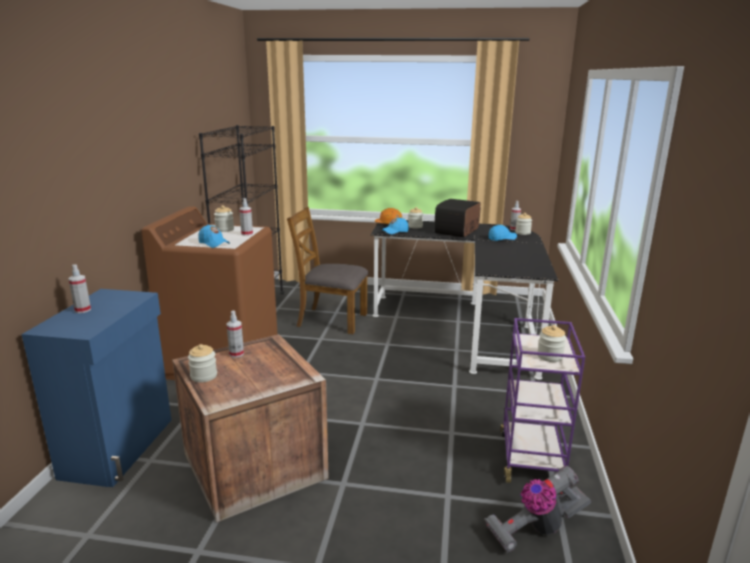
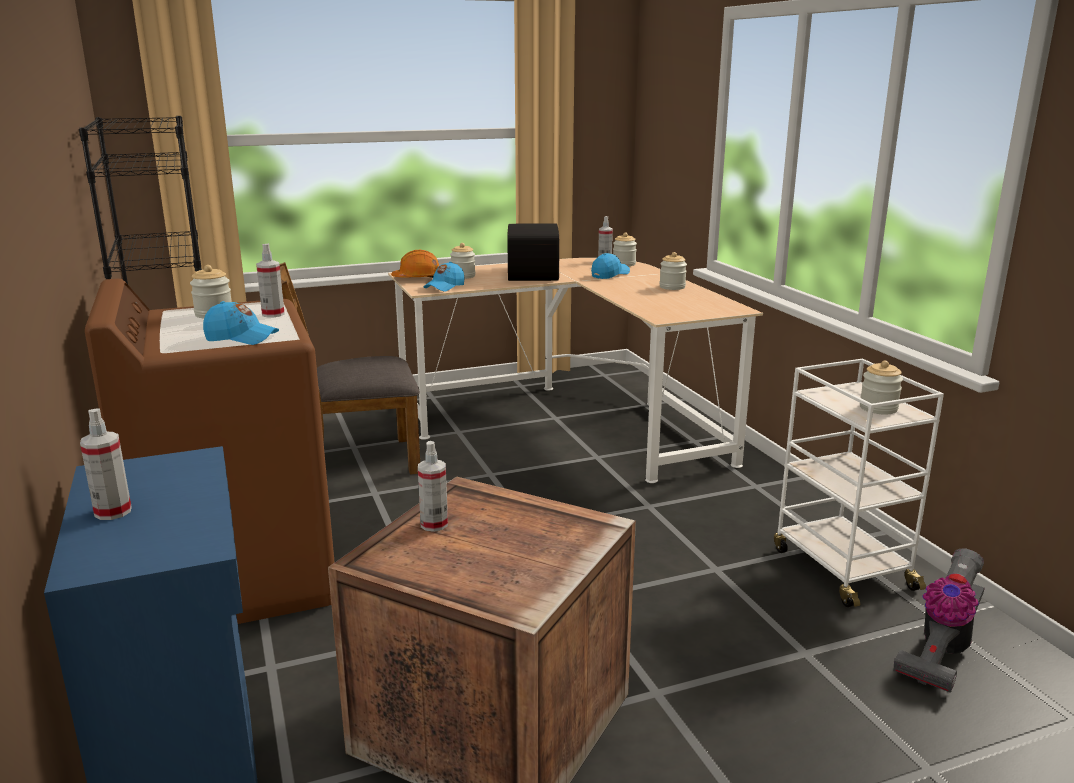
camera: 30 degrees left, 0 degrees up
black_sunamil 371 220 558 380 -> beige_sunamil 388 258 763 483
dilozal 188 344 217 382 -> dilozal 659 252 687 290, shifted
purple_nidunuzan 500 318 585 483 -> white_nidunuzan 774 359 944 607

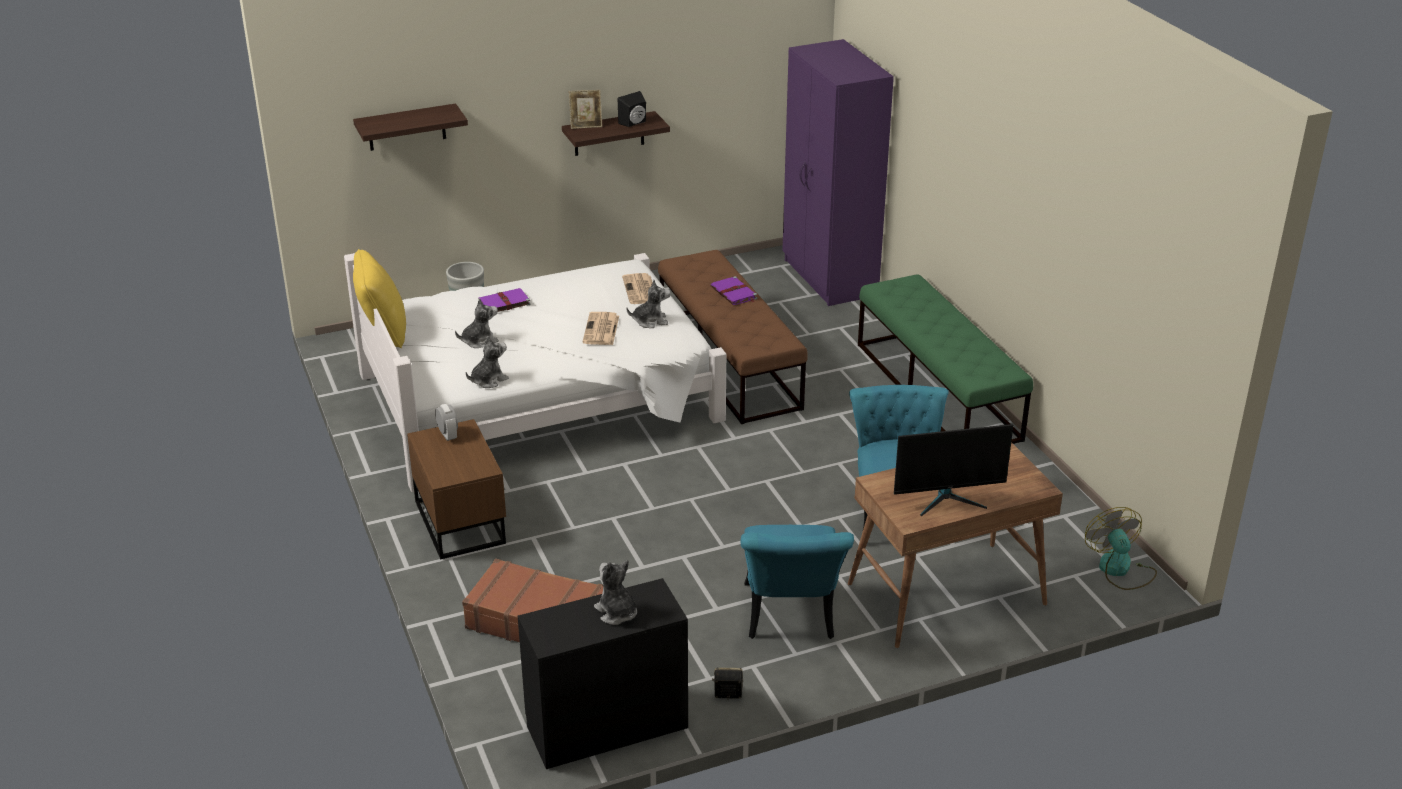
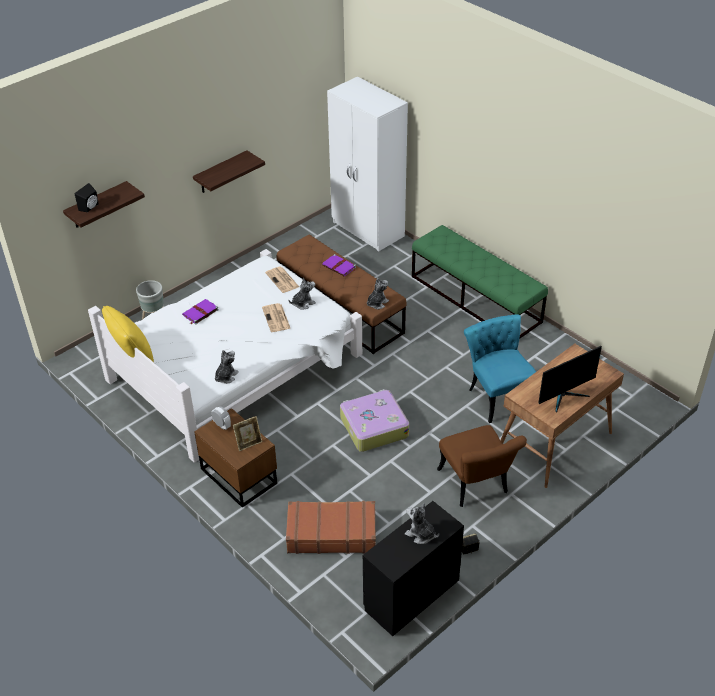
camera: 20 degrees left, 10 degrees up
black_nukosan 618 91 646 127 -> black_nukosan 75 183 98 212, shifted
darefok 569 90 602 129 -> darefok 233 416 262 451, shifted
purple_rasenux 782 39 894 306 -> white_rasenux 327 77 408 251
none -> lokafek 340 389 409 452
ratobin 455 298 499 348 -> ratobin 367 278 389 309, shifted
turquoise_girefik 740 525 854 639 -> brown_girefik 437 425 527 507
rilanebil 1085 507 1157 590 -> none

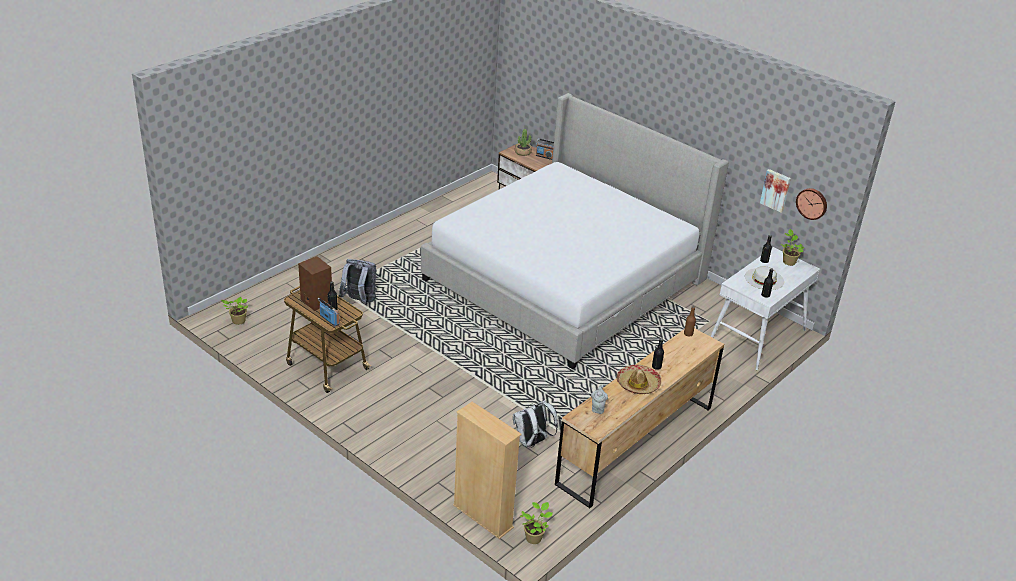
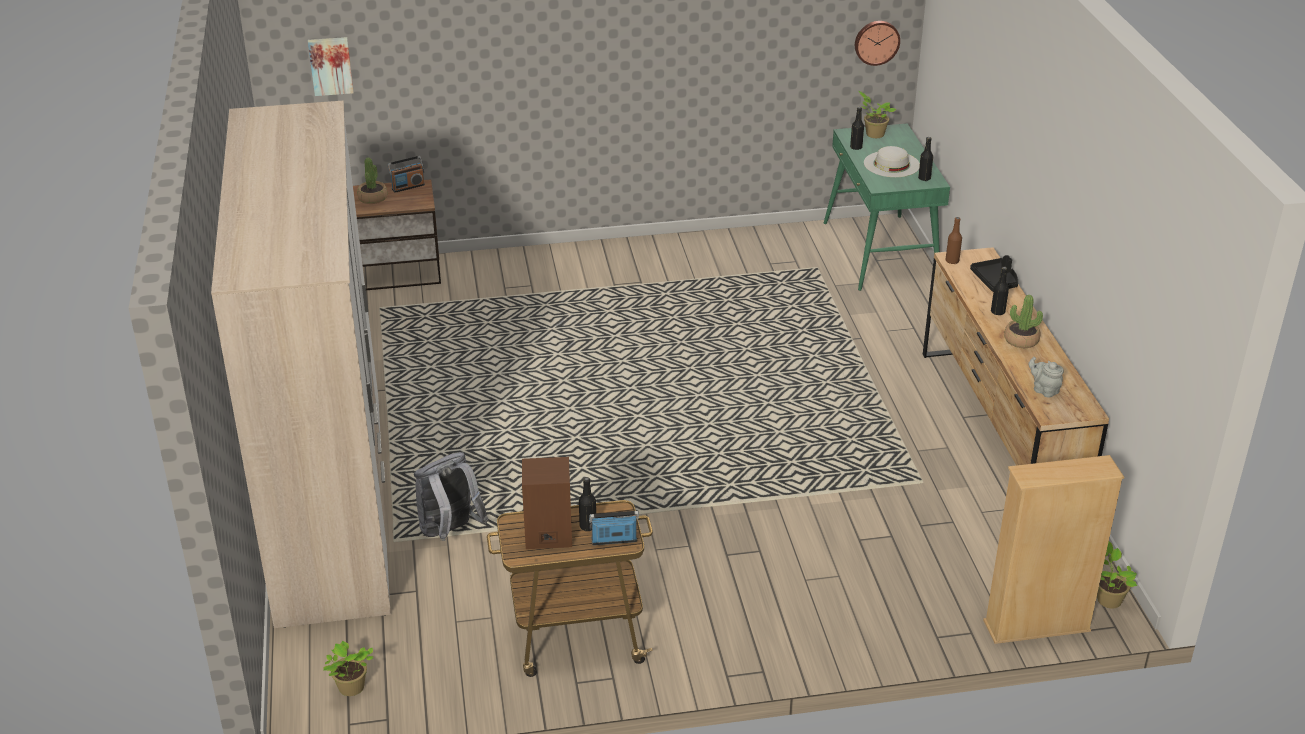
camera: 50 degrees left, 0 degrees up
none -> rasenux 211 101 391 628
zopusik 760 169 791 213 -> zopusik 308 37 354 96, shifted
white_sunamil 710 247 820 370 -> green_sunamil 824 124 950 291
none -> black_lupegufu 970 255 1018 292
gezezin 616 365 661 394 -> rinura 1004 295 1043 348
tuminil 421 93 729 369 -> none
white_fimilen 513 400 558 448 -> none

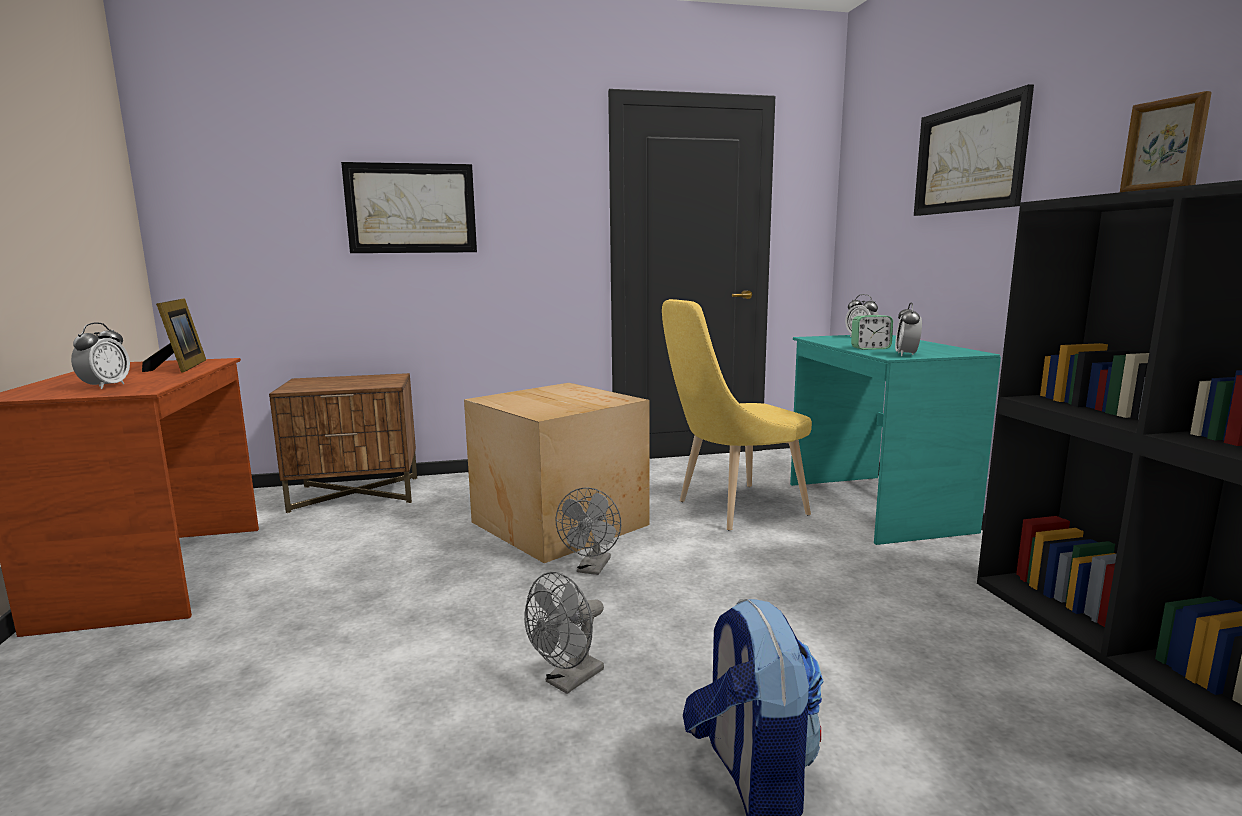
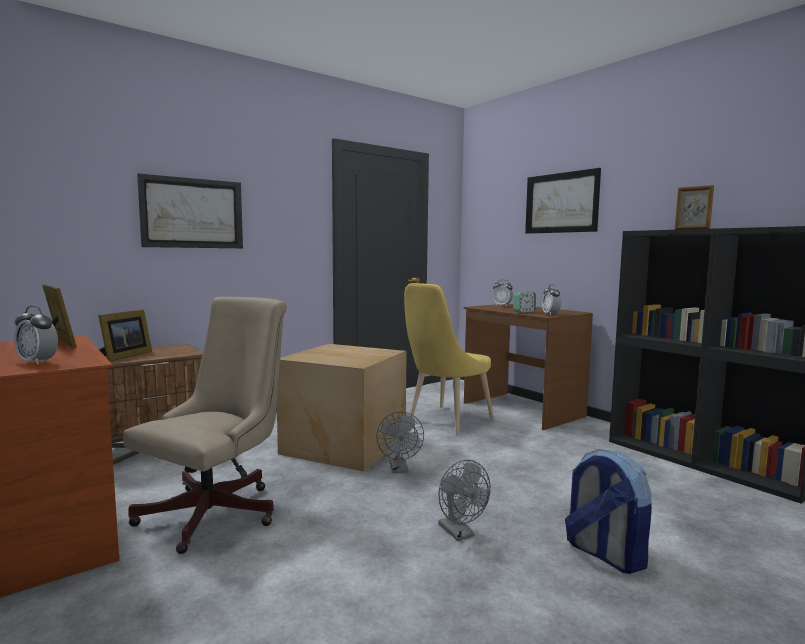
camera: 25 degrees left, 5 degrees down
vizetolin 71 323 130 389 -> vizetolin 14 305 58 365, 135 degrees clockwise
none -> darefok 98 309 152 361
none -> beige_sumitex 123 297 287 554
grey_rilanebil 524 572 604 694 -> grey_rilanebil 438 460 490 541, 45 degrees counterclockwise
turquoise_sunamil 790 335 1001 545 -> brown_sunamil 463 304 593 430

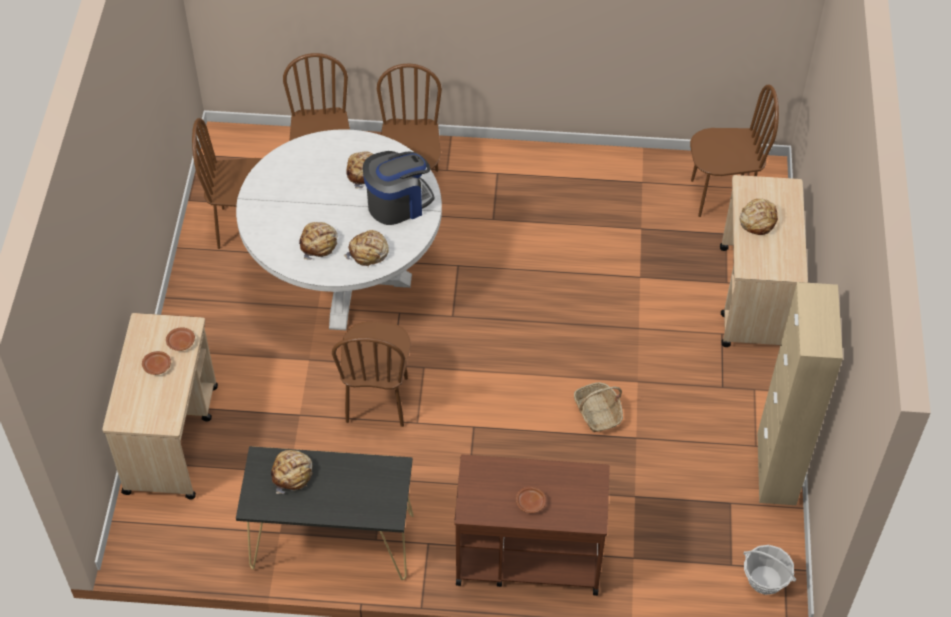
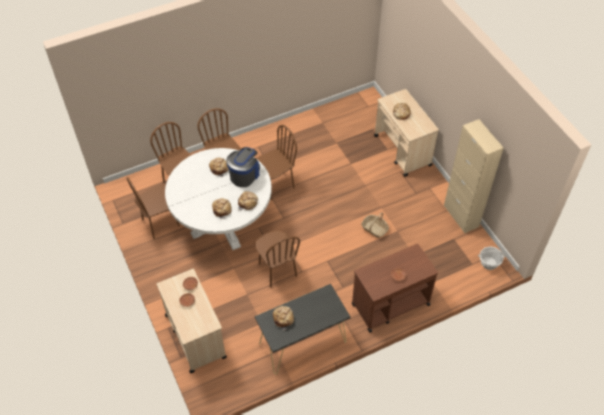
camera: 30 degrees left, 0 degrees up
brown_girefik 690 85 779 217 -> brown_girefik 256 125 297 200, shifted

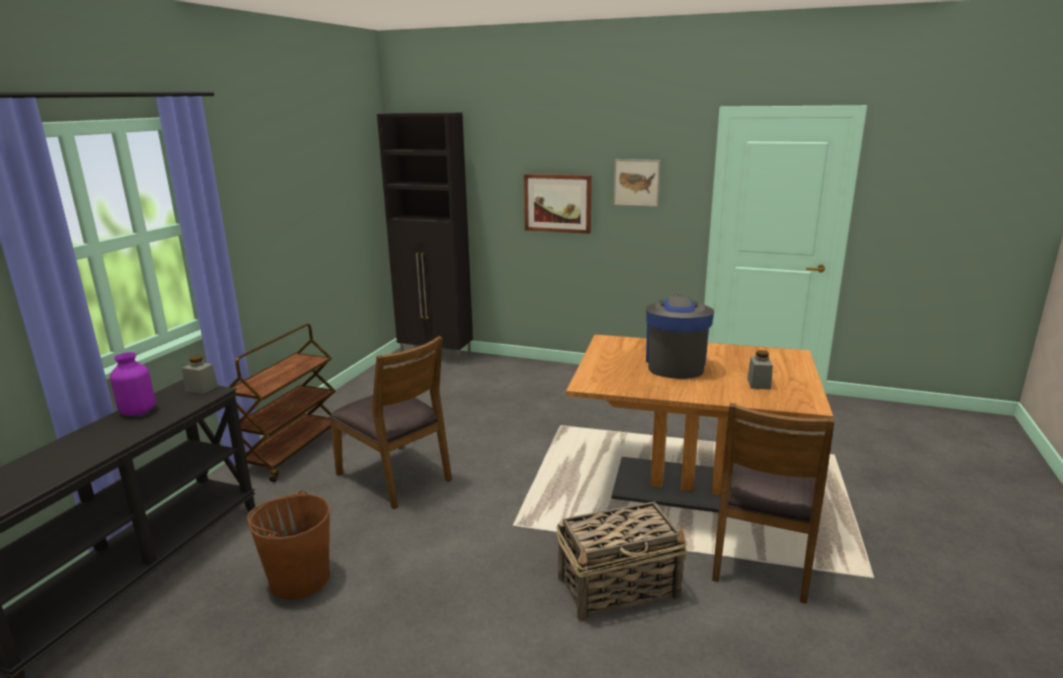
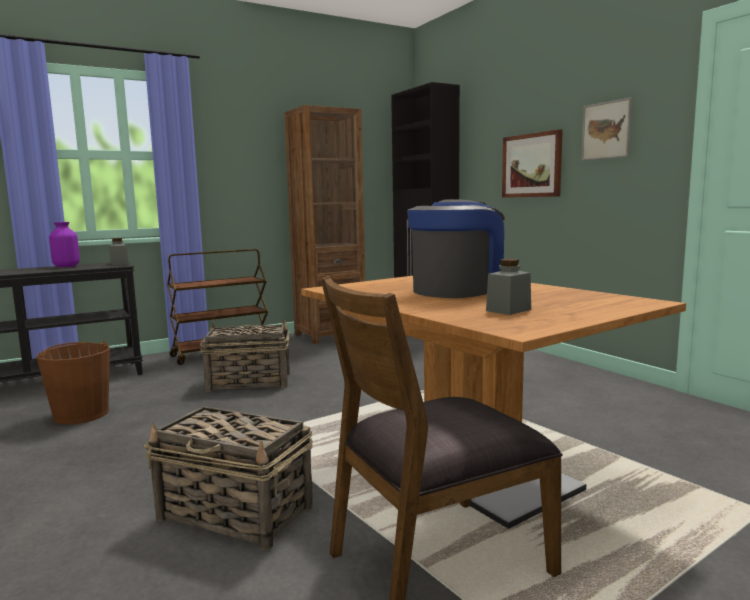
camera: 40 degrees right, 10 degrees down
brown_girefik 329 336 452 509 -> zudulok 200 320 290 392
none -> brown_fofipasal 284 105 365 344

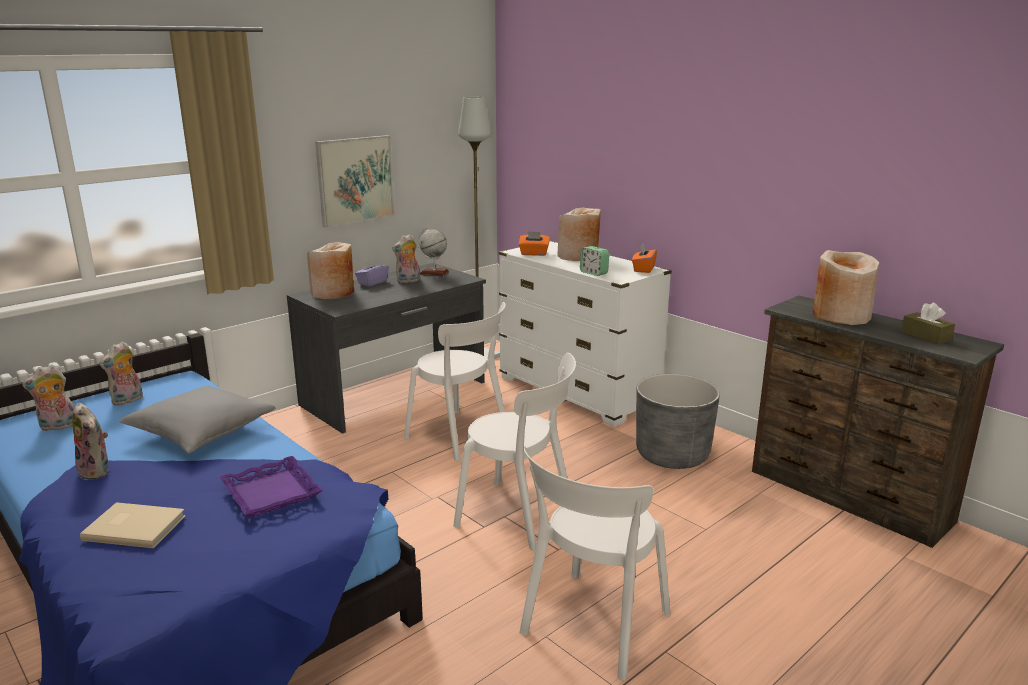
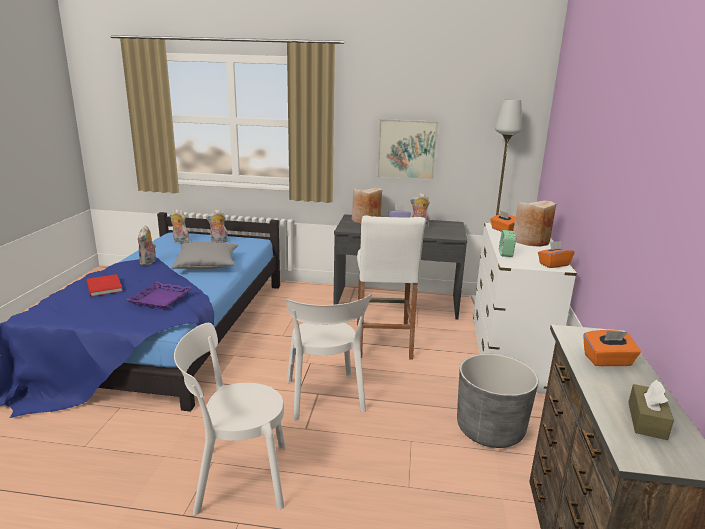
camera: 50 degrees right, 0 degrees up
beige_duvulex 80 502 185 548 -> red_duvulex 86 274 123 297
white_girefik 404 302 506 461 -> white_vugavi 357 215 426 359
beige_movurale 813 250 879 325 -> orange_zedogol 583 330 641 366
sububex 417 228 449 276 -> none

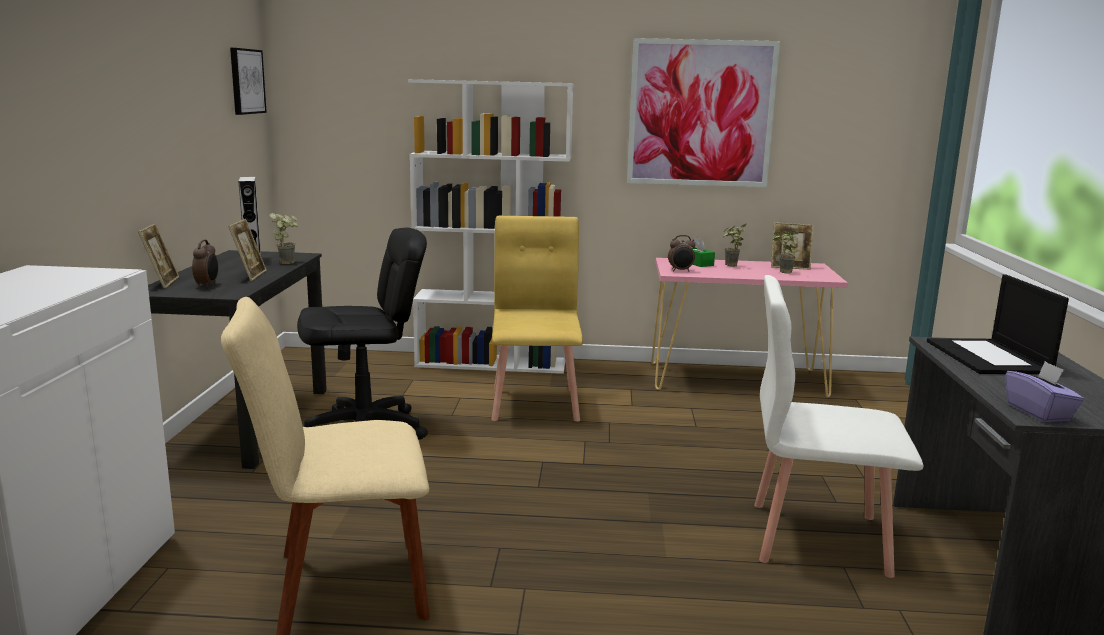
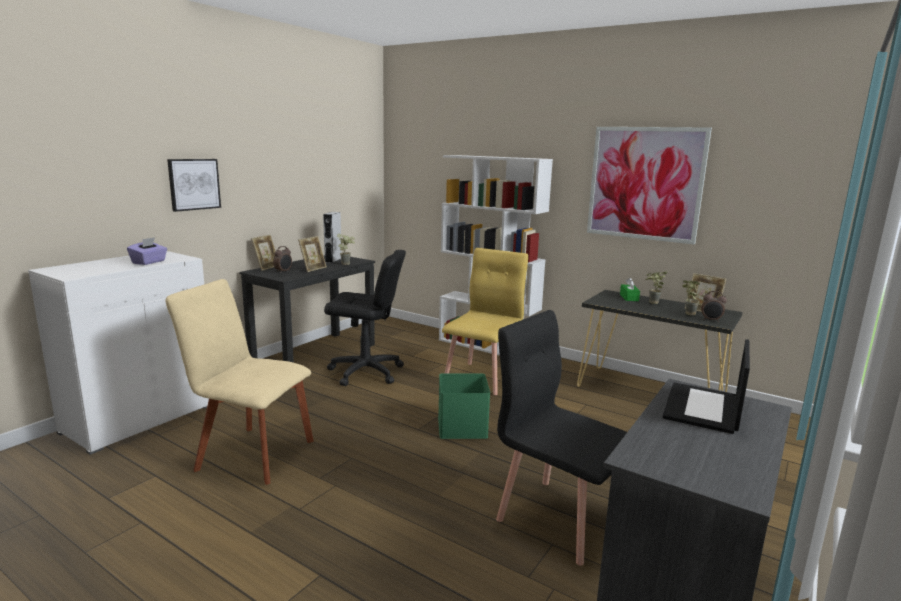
camera: 30 degrees right, 0 degrees up
purple_zedogol 1006 361 1084 422 -> purple_zedogol 127 237 167 265, shifted
zopusik 230 48 267 115 -> zopusik 167 159 221 212, shifted
none -> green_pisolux 438 374 490 439
white_girefik 754 275 923 578 -> black_girefik 496 310 627 566
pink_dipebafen 651 258 848 397 -> black_dipebafen 577 290 743 392
vizetolin 668 235 695 271 -> vizetolin 701 291 727 322, shifted

